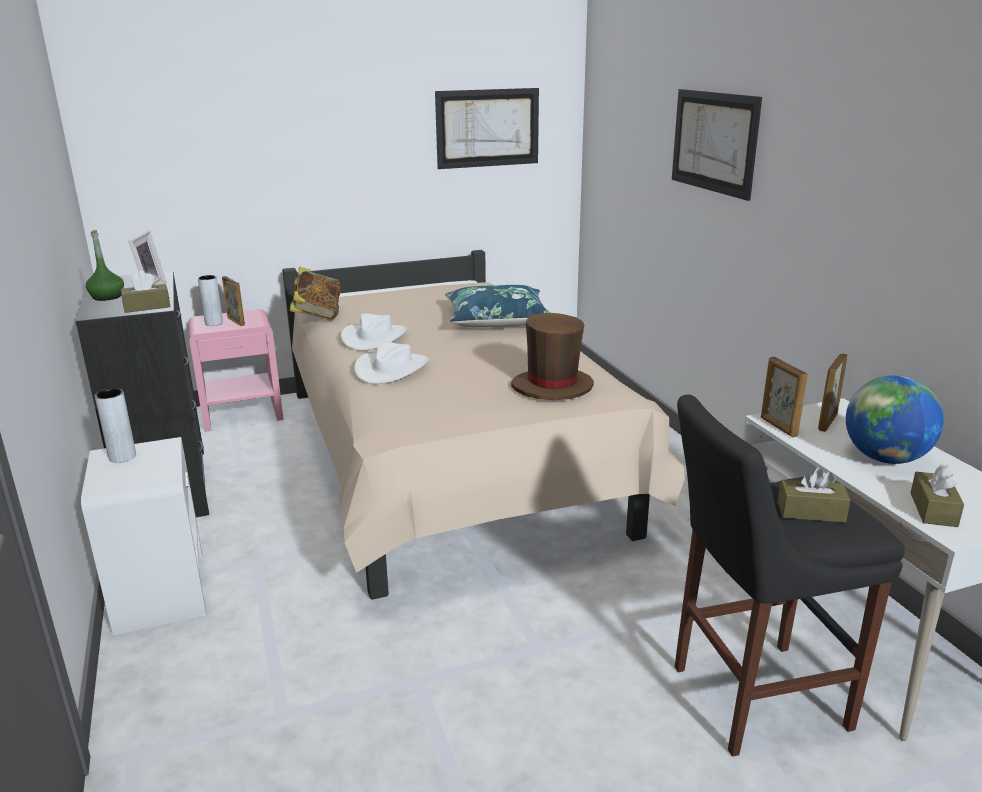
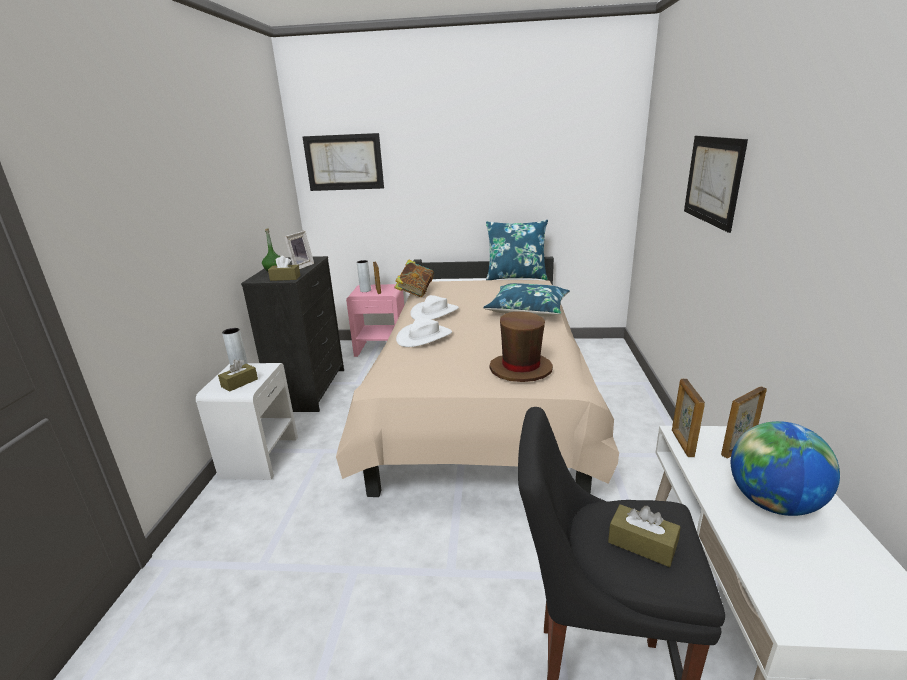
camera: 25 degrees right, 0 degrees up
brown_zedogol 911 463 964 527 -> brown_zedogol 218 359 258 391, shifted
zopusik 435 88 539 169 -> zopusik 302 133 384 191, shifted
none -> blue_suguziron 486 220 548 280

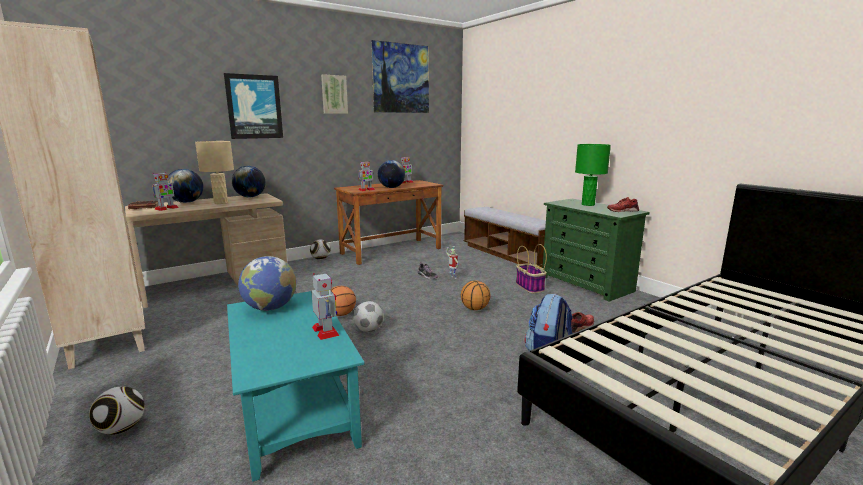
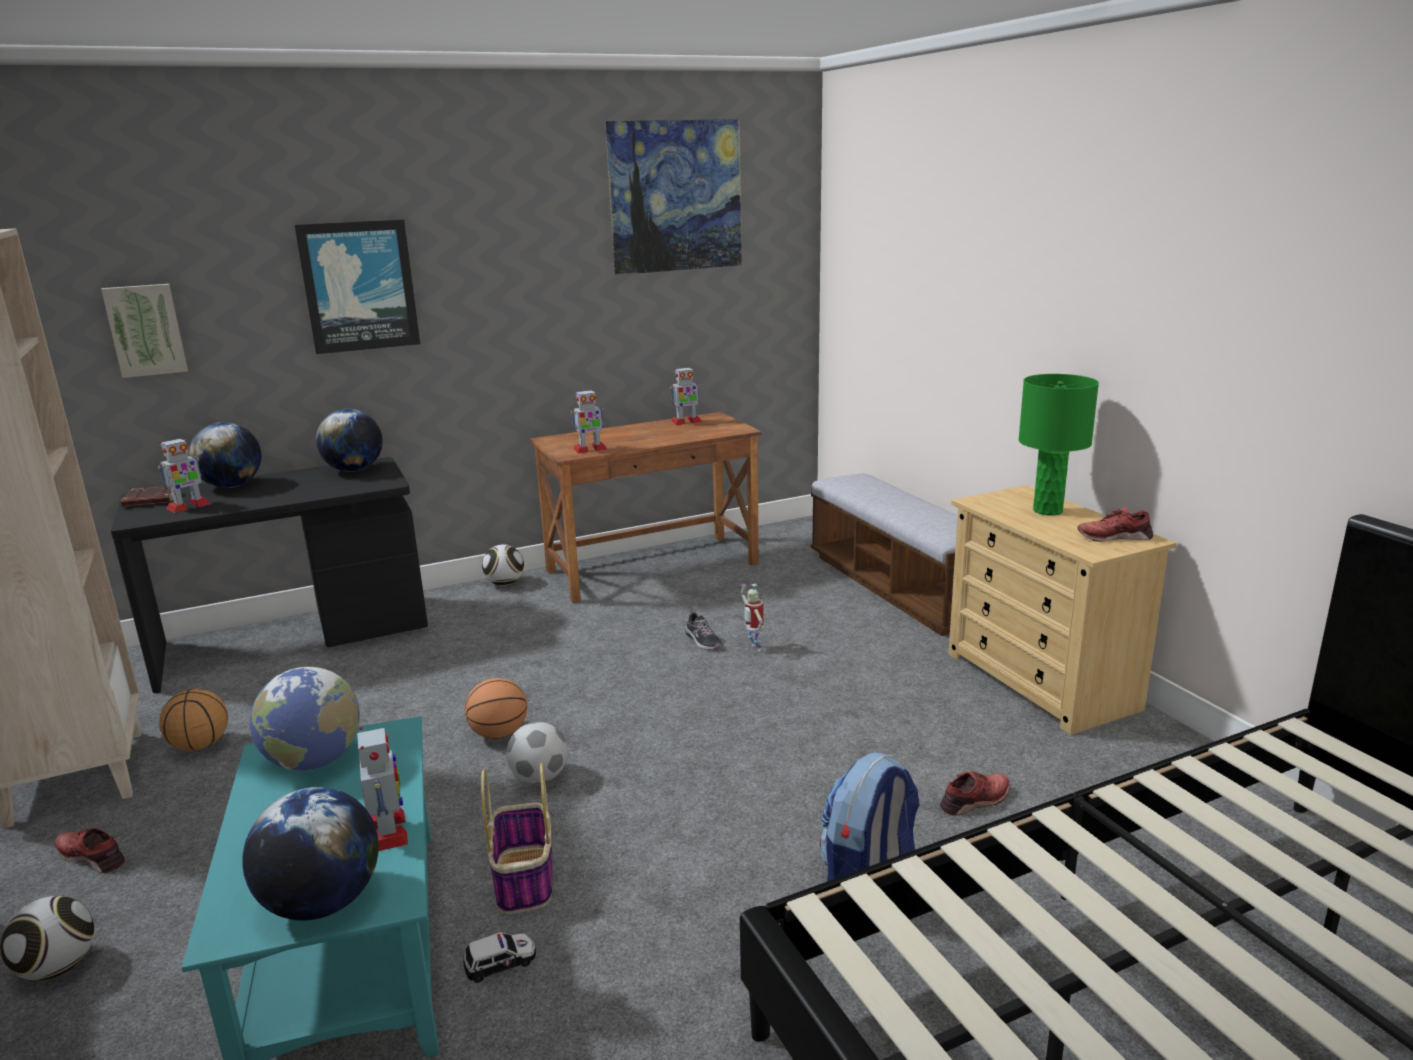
camera: 10 degrees right, 5 degrees up
none -> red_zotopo 55 828 125 873
zopusik 321 74 348 114 -> zopusik 101 284 188 378, shifted
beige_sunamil 125 194 287 308 -> black_sunamil 110 457 428 693
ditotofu 461 280 491 310 -> ditotofu 159 689 228 751, shifted
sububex 378 160 405 188 -> sububex 242 787 379 920, shifted
none -> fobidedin 463 932 536 983
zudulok 516 244 547 293 -> zudulok 481 763 552 914, shifted
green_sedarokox 543 199 650 302 -> beige_sedarokox 948 485 1177 735
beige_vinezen 195 141 234 204 -> none

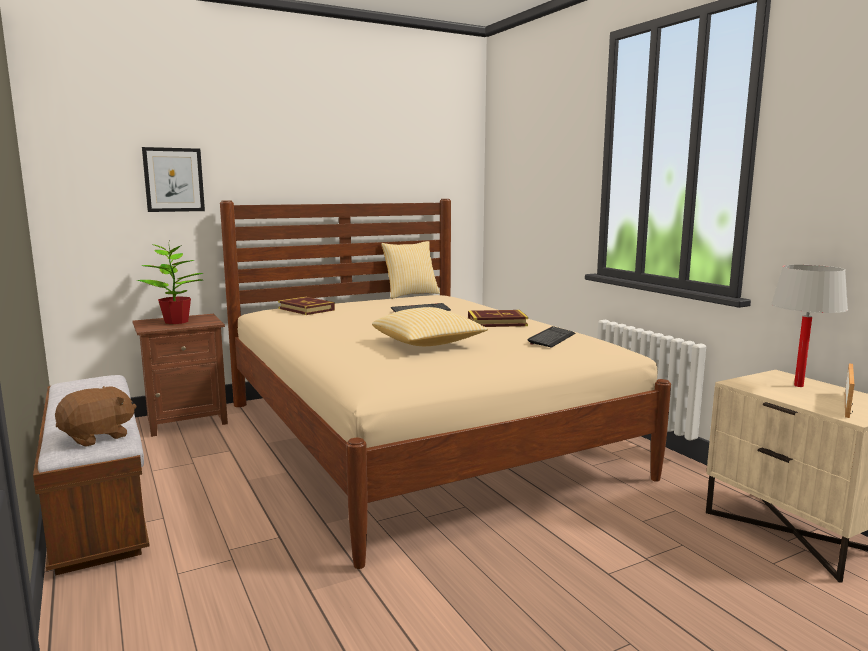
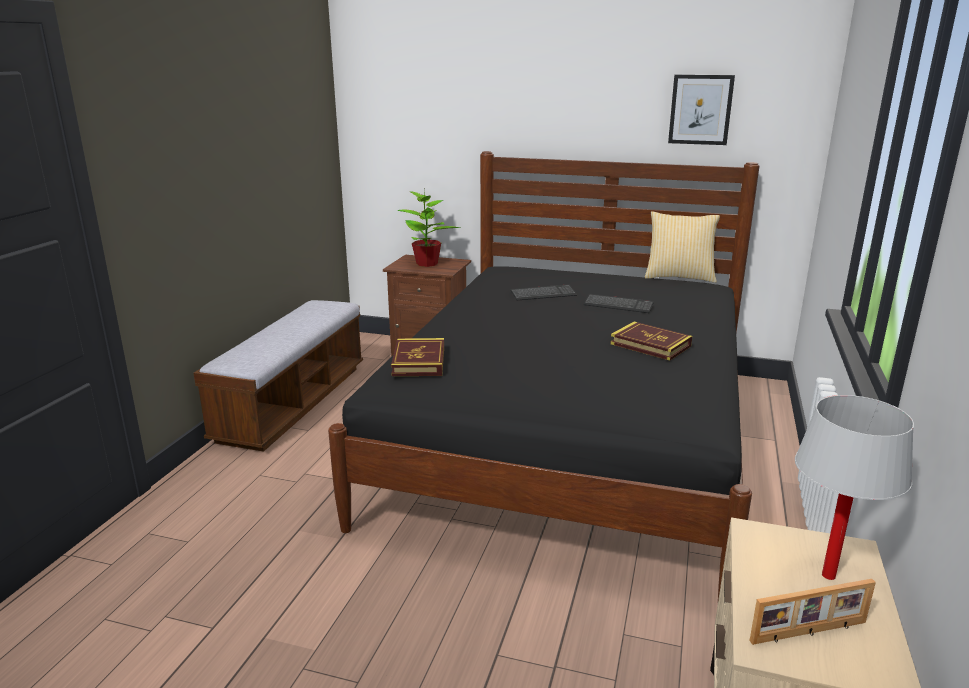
camera: 45 degrees right, 10 degrees up
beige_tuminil 220 199 671 569 -> black_tuminil 328 151 760 600
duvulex 278 297 335 315 -> duvulex 391 338 444 376, shifted
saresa 528 326 576 348 -> saresa 510 285 577 300, shifted
zopusik 142 147 205 212 -> zopusik 668 75 735 145, shifted
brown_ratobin 55 386 136 447 -> none
suguziron 372 307 488 346 -> none

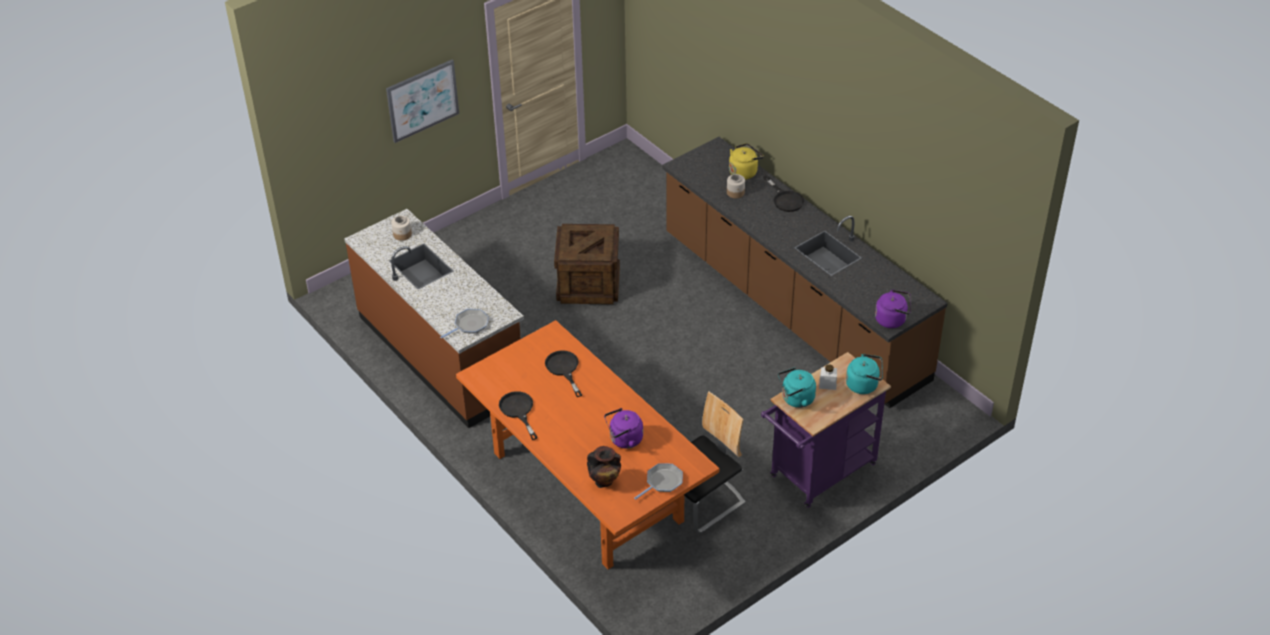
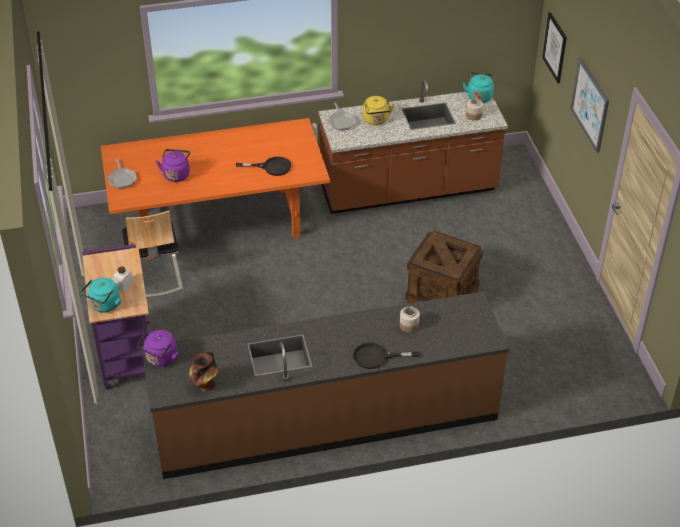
camera: 115 degrees right, 0 degrees up
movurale 587 446 621 488 -> movurale 189 352 219 392, shifted
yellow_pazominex 729 143 764 180 -> yellow_pazominex 363 96 394 125, shifted
turquoise_pazominex 778 368 816 408 -> turquoise_pazominex 463 72 495 103, shifted
none -> zopusik 542 12 567 83
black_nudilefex 499 391 538 440 -> none

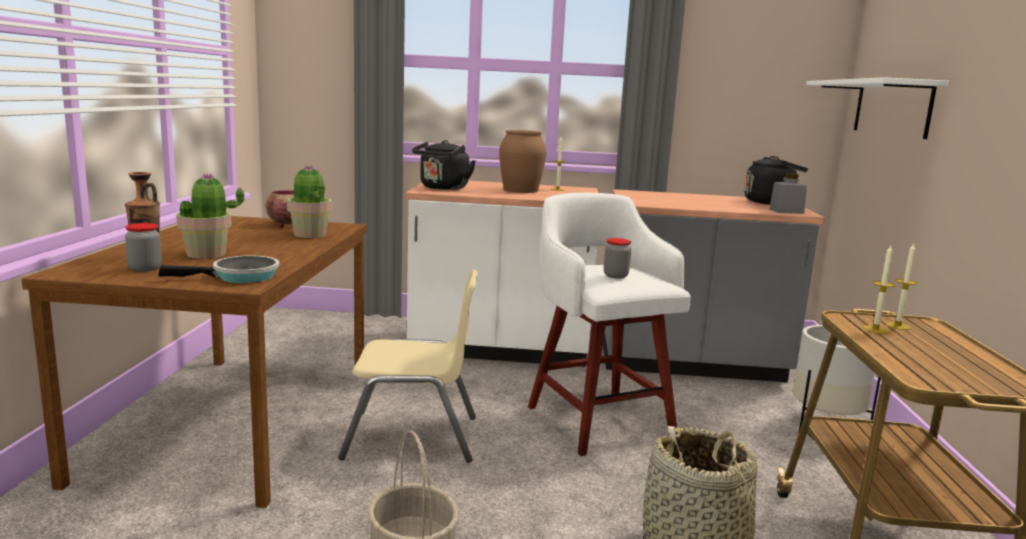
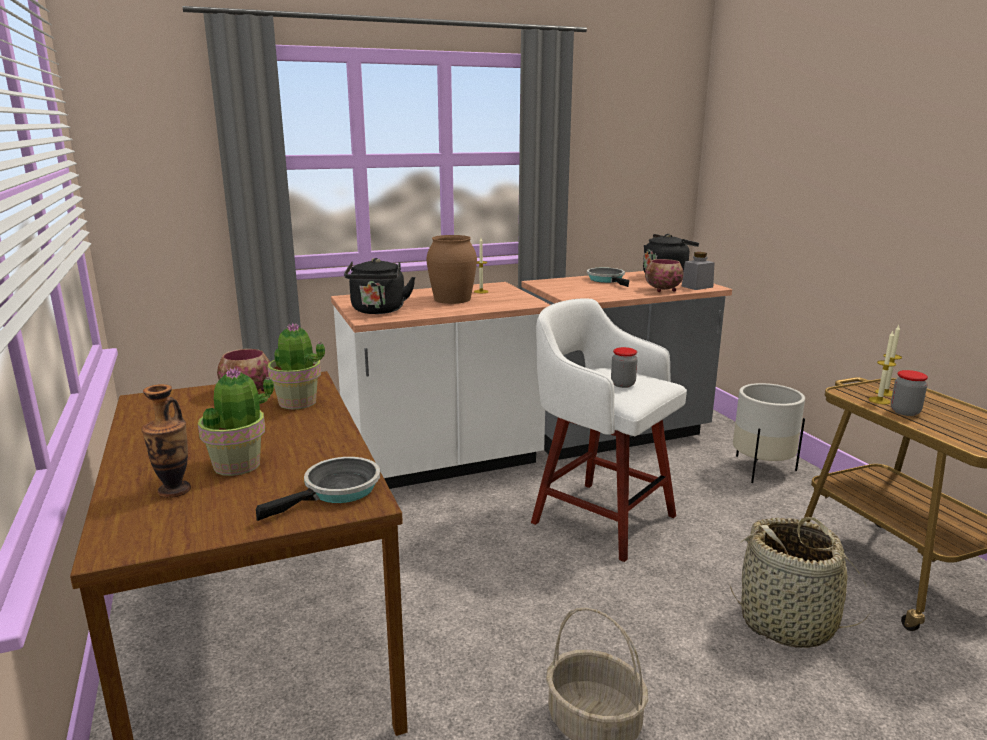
camera: 25 degrees left, 5 degrees up
none -> nudilefex 587 267 629 287
none -> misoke 645 259 684 292
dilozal 125 223 162 272 -> dilozal 891 370 928 416, shifted
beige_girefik 338 269 478 463 -> none
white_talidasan 806 77 949 139 -> none

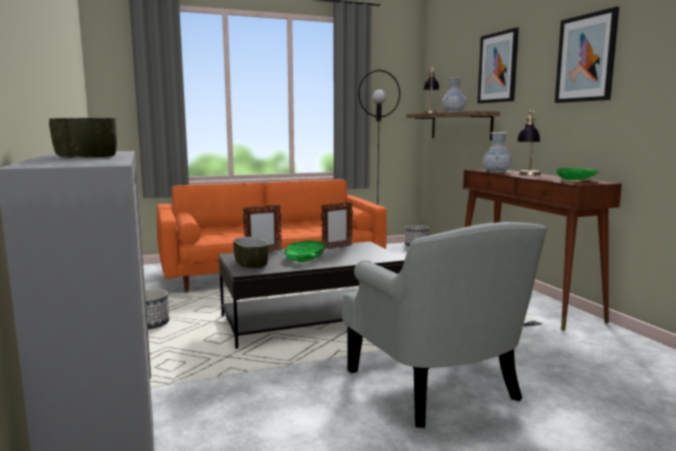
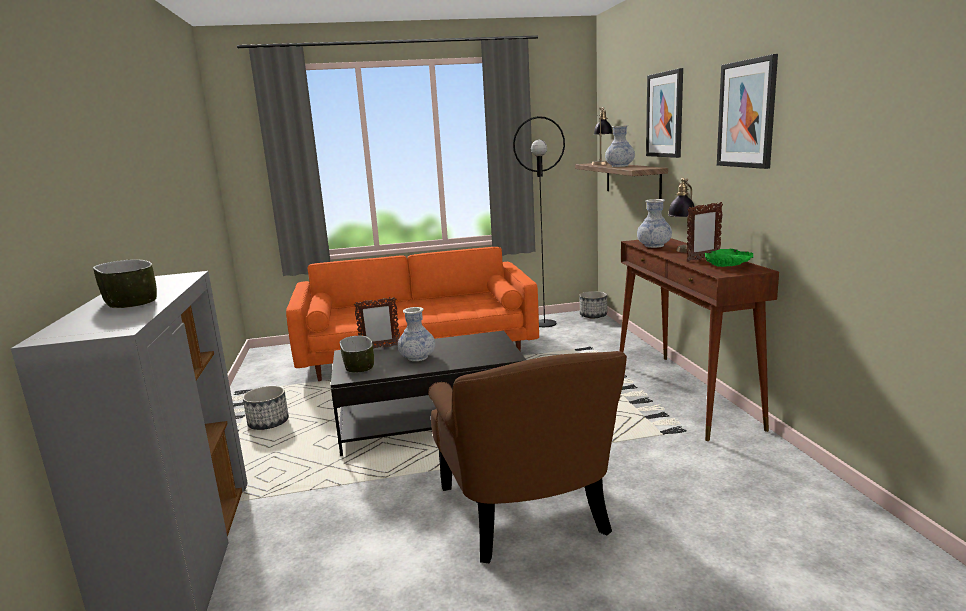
camera: 10 degrees right, 5 degrees up
green_misoke 284 240 325 262 -> movurale 398 307 435 361
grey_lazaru 342 222 547 428 -> brown_lazaru 428 351 627 563
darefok 321 201 353 250 -> darefok 687 202 723 262, shifted

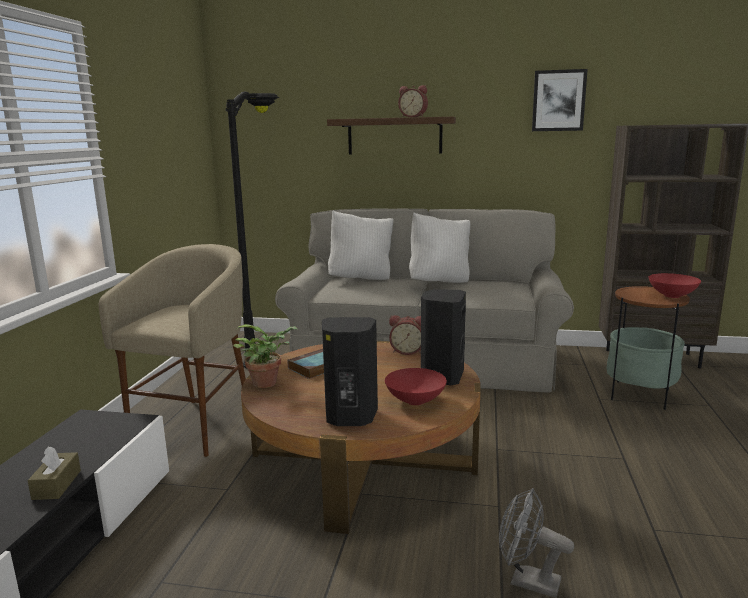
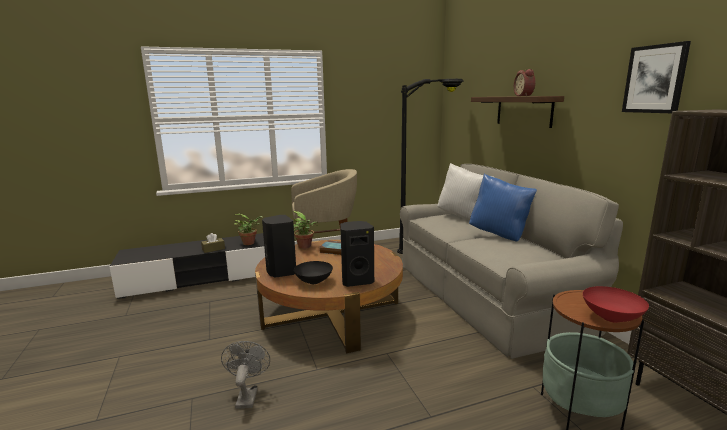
camera: 60 degrees right, 0 degrees up
none -> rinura 234 214 263 245
red_misoke 385 368 447 405 -> black_misoke 294 261 333 284
white_suguziron 409 212 470 283 -> blue_suguziron 469 174 537 241
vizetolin 389 315 421 355 -> none

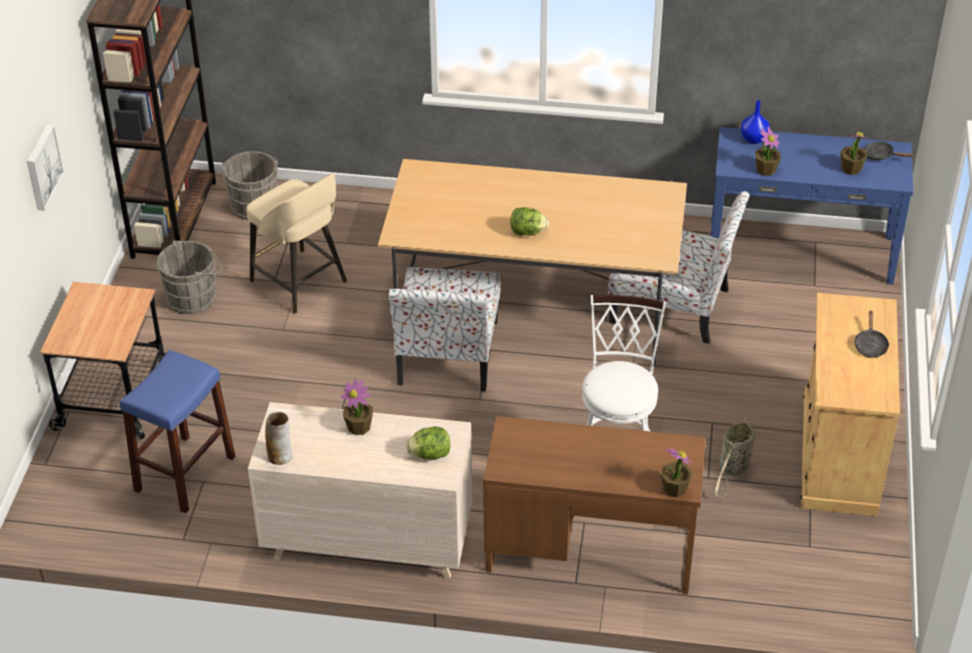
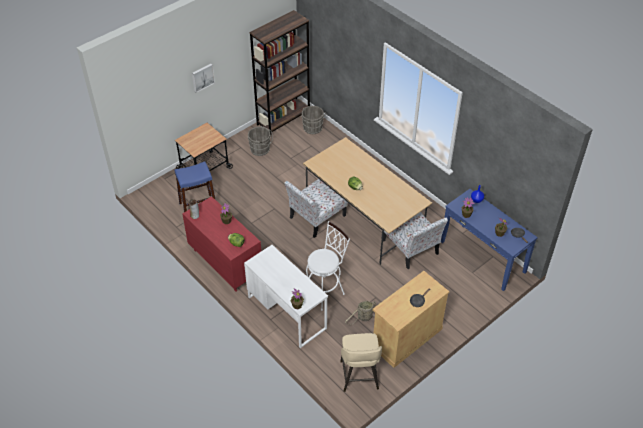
camera: 40 degrees right, 5 degrees up
beige_sedarokox 248 402 472 579 -> red_sedarokox 182 196 261 292
brown_sunamil 483 416 706 594 -> white_sunamil 244 245 328 348
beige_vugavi 246 173 347 314 -> beige_vugavi 340 333 382 392, shifted

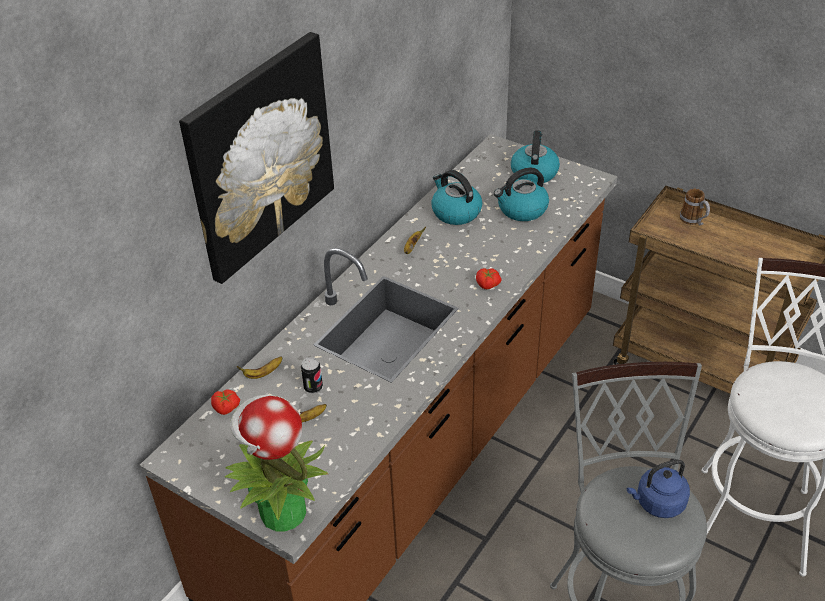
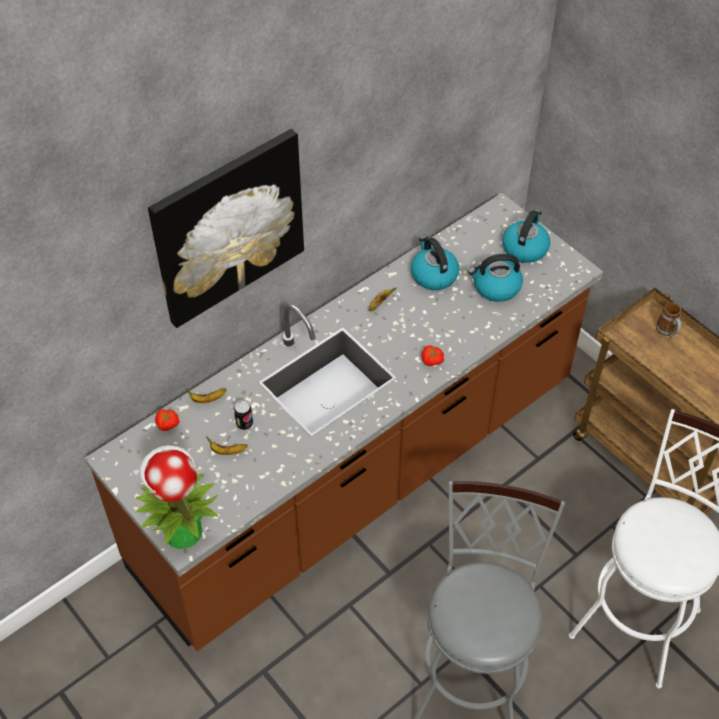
camera: 15 degrees right, 10 degrees up
blue_pazominex 627 459 690 518 -> none

